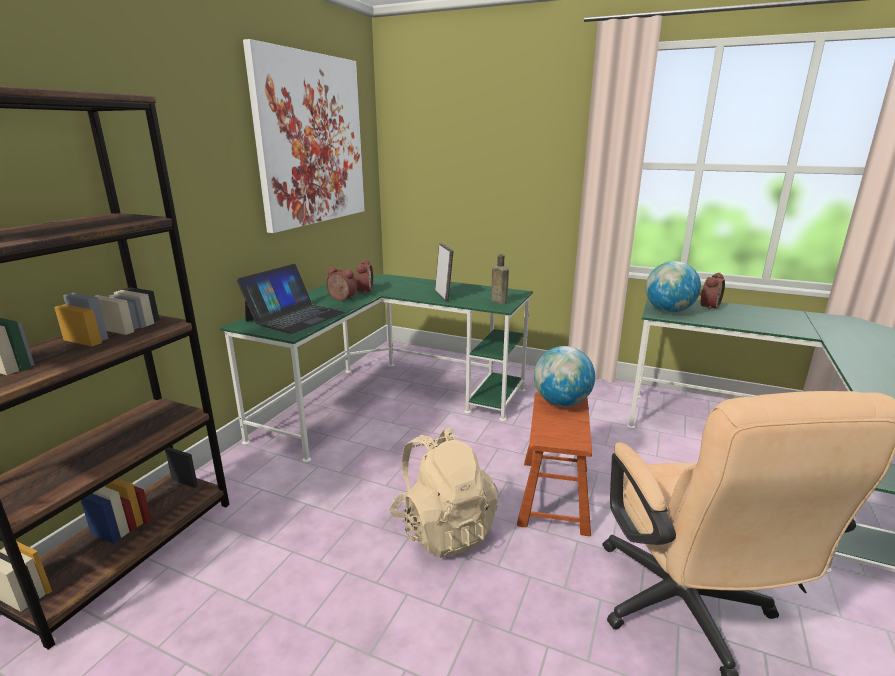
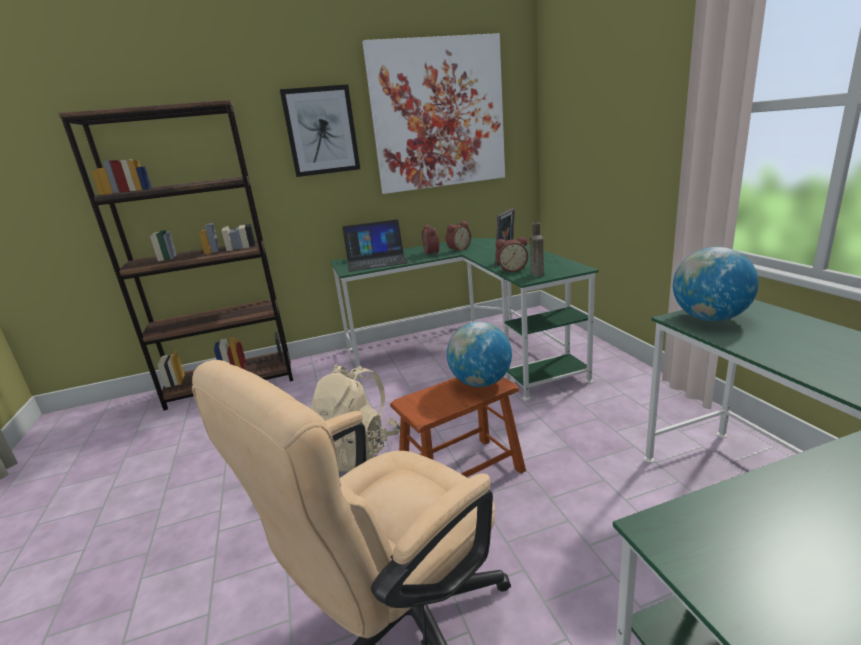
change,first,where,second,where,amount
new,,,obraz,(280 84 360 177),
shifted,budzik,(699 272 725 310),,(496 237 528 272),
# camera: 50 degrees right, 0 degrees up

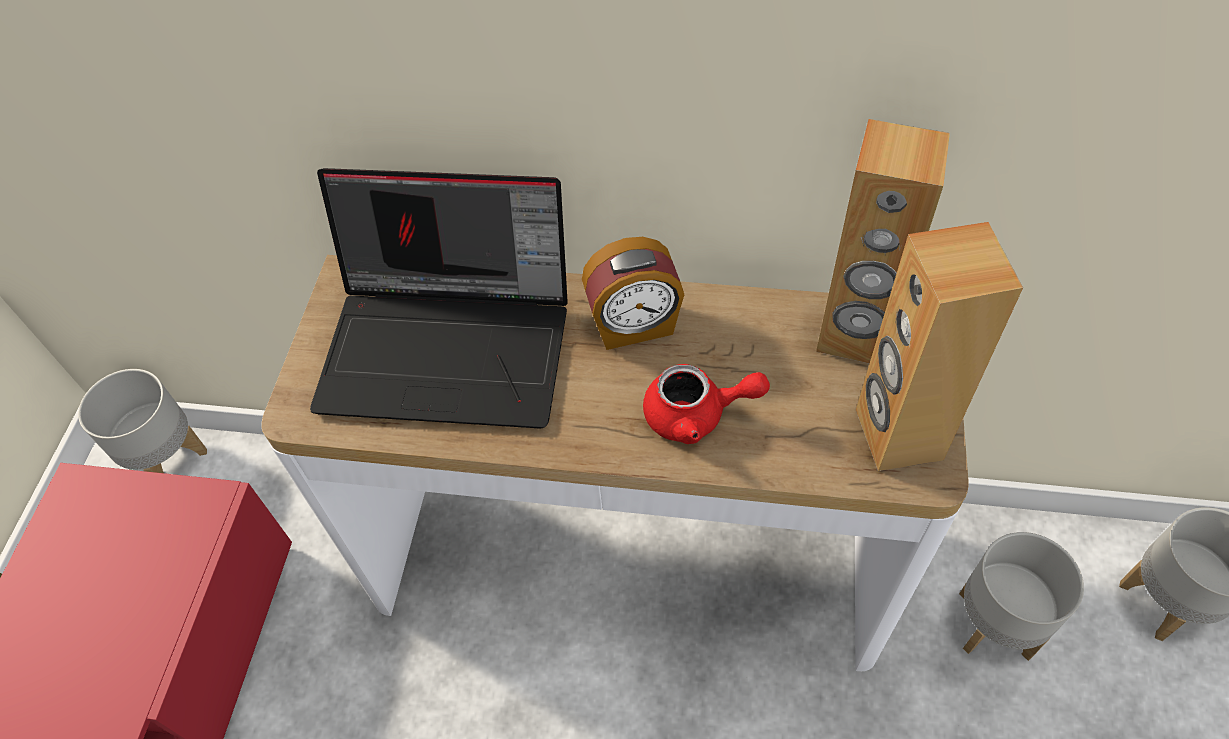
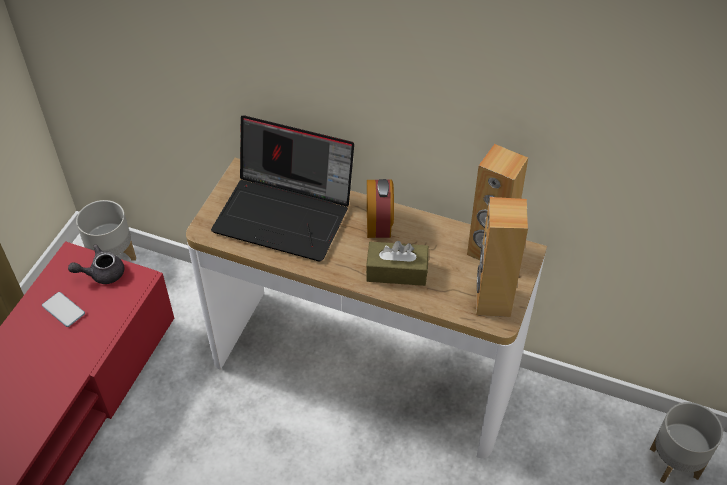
change,first,where,second,where,amount
new,,,telefon,(42 292 85 327),
new,,,imbryk (szary),(68 244 124 284),
swapped,imbryk (czerwony),(643 364 770 444),pudełko chusteczek (brązowy),(366 241 429 286),
rotated,budzik,(582 237 684 350),,(367 179 394 238),90 degrees counterclockwise
gone,donica (szary),(959 532 1084 661),,,
# camera: 10 degrees right, 5 degrees down

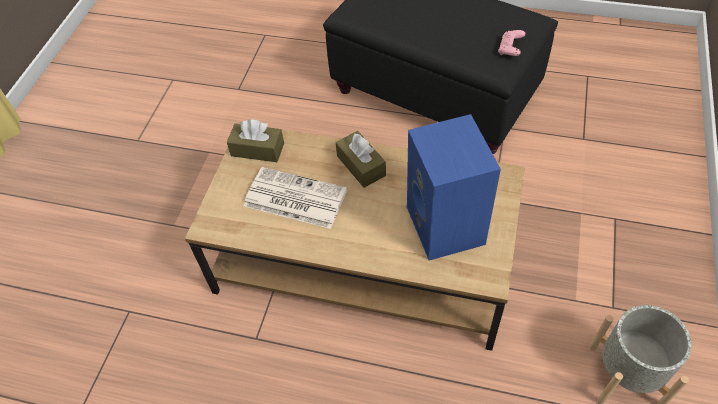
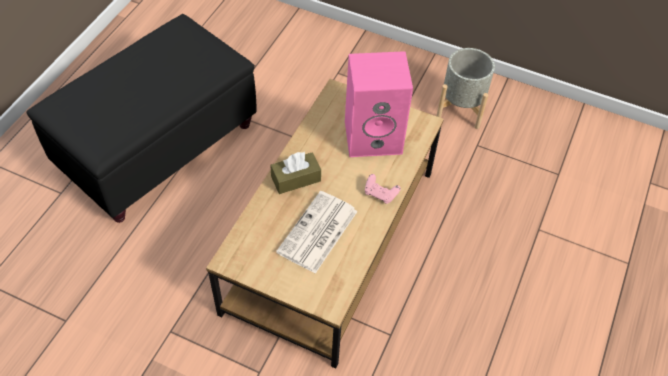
change,first,where,second,where,amount
repainted,głośnik (niebieski),(407 114 501 261),głośnik (różowy),(345 51 413 157),
shifted,pad do gier (różowy),(498 30 525 56),,(365 174 401 204),
gone,pudełko chusteczek (brązowy),(227 119 284 162),,,
# camera: 85 degrees left, 0 degrees up

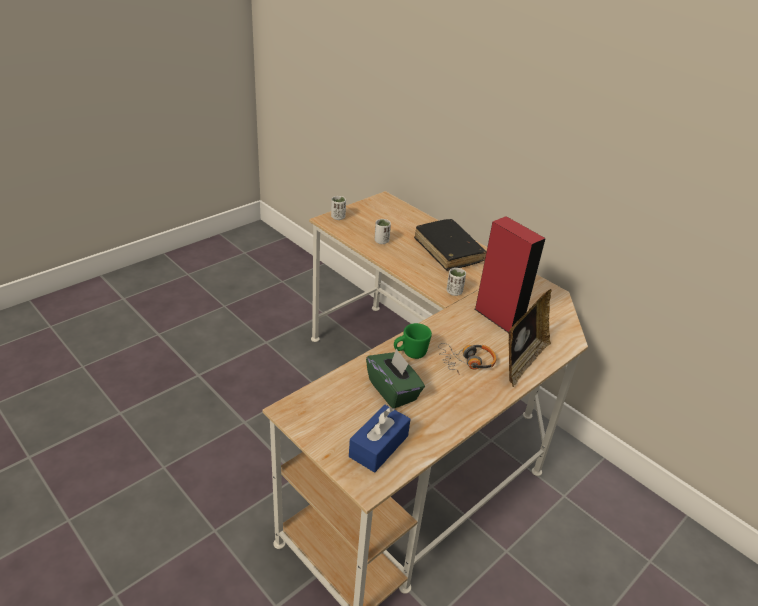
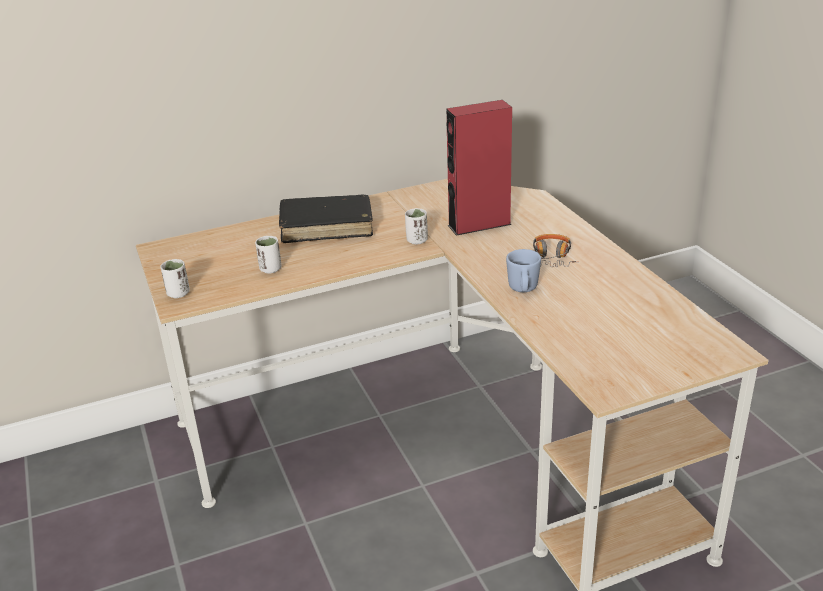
change,first,where,second,where,amount
repainted,kubek (zielony),(394 323 432 359),kubek (niebieski),(506 249 541 292),
gone,pudełko chusteczek (niebieski),(349 405 410 473),,,
gone,pudełko chusteczek (zielony),(366 349 425 409),,,
gone,ramka na zdjęcie,(508 289 551 387),,,
# camera: 65 degrees left, 5 degrees down

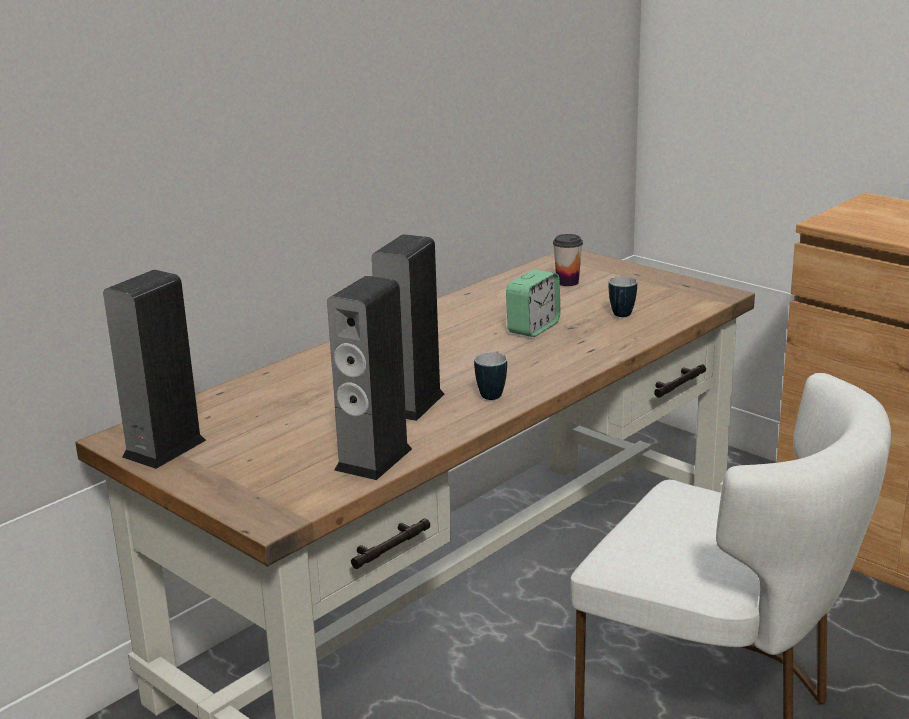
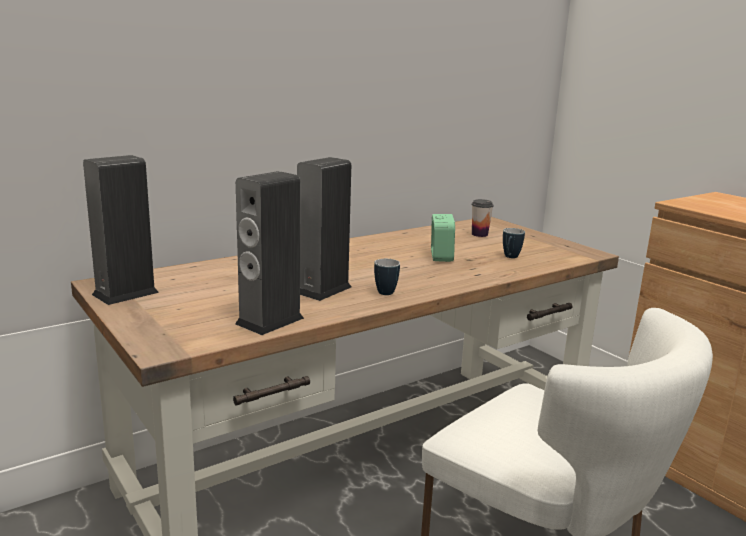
change,first,where,second,where,amount
rotated,budzik,(506 270 561 337),,(431 214 455 262),45 degrees counterclockwise
# camera: 10 degrees right, 5 degrees down

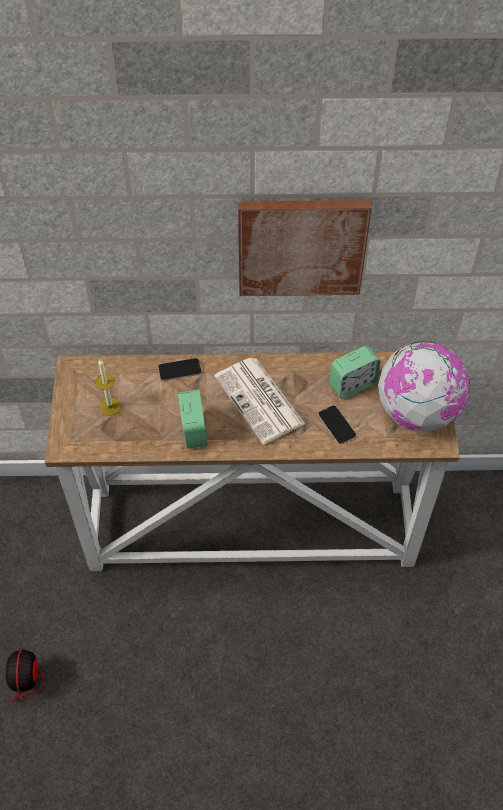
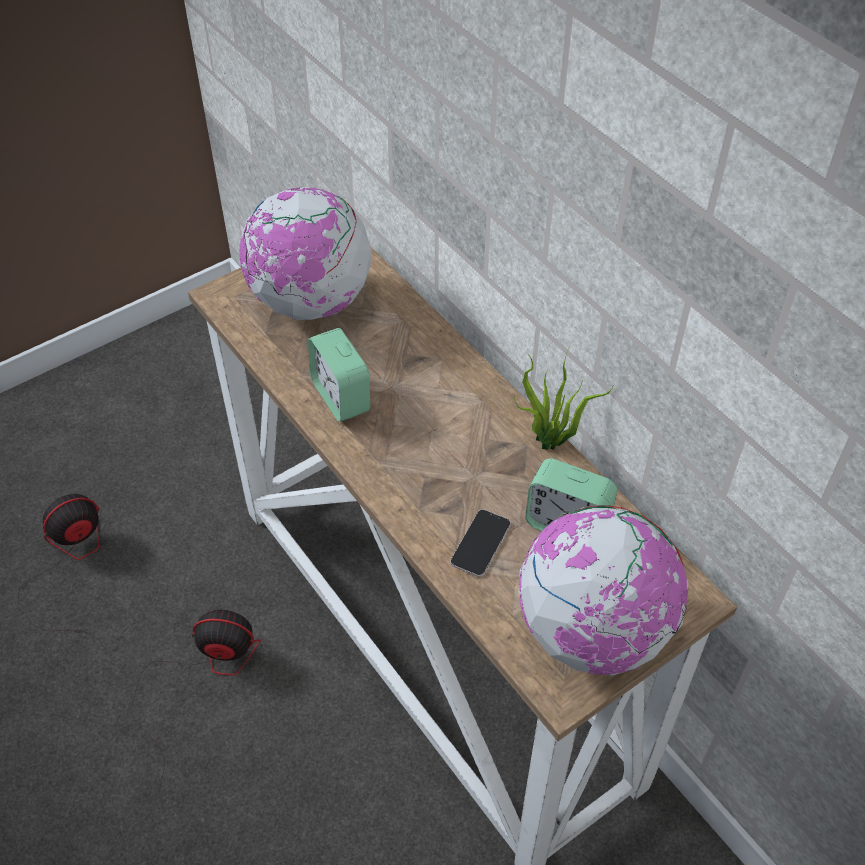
change,first,where,second,where,amount
new,,,wentylator,(130 610 261 784),
swapped,świeca,(96 359 121 416),globus,(239 187 371 320),
rotated,budzik,(178 389 208 449),,(308 328 370 422),105 degrees clockwise
new,,,roślina doniczkowa,(514 346 613 450),
gone,telefon,(158 358 202 381),,,
gone,gazeta,(214 357 305 444),,,
gone,obraz,(238 200 372 296),,,
# camera: 55 degrees right, 5 degrees down

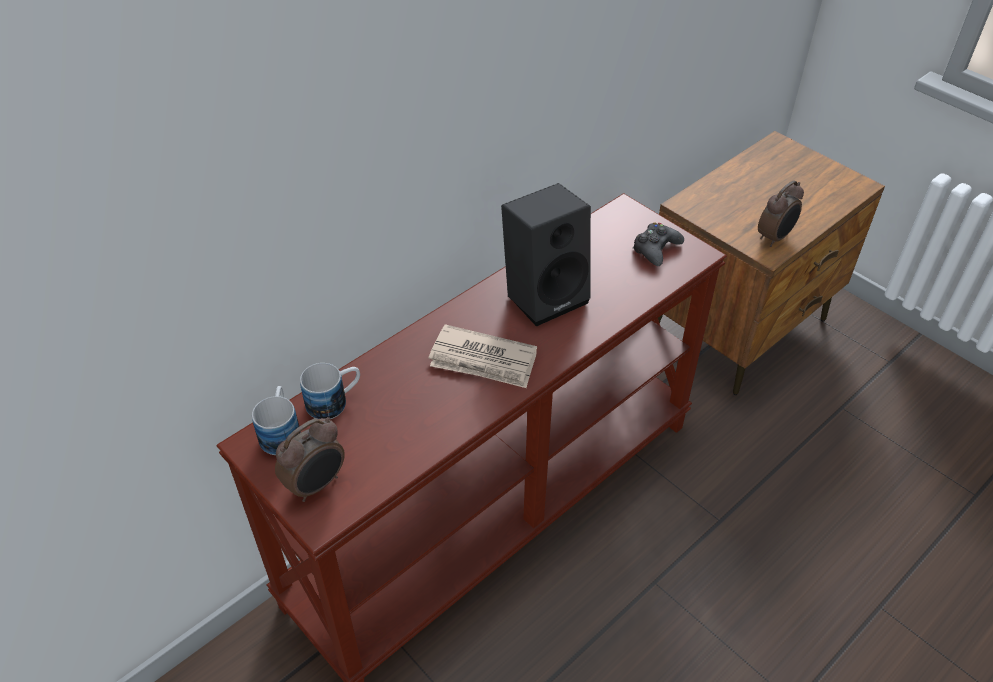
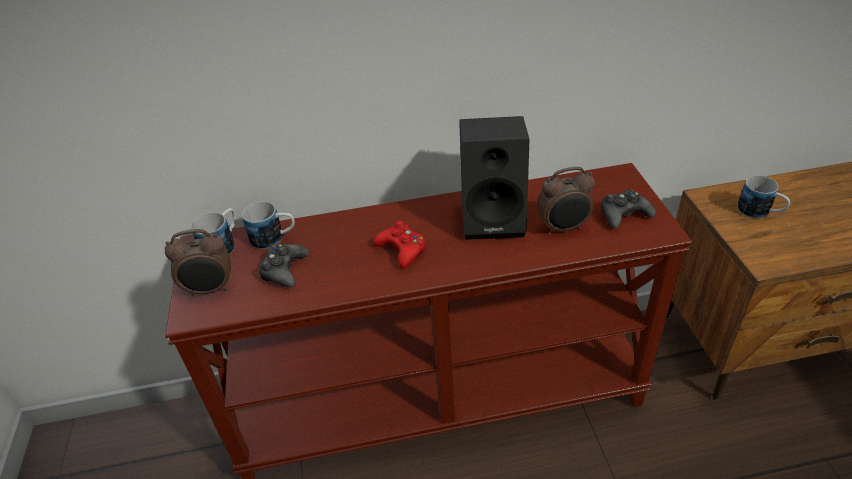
change,first,where,second,where,amount
new,,,pad do gier (czarny),(259 244 309 287),
swapped,gazeta,(429 324 537 388),pad do gier (czerwony),(373 221 426 268),
shifted,budzik,(758 180 804 247),,(537 167 595 235),
new,,,kubek,(738 175 790 218),
# camera: 35 degrees right, 5 degrees down

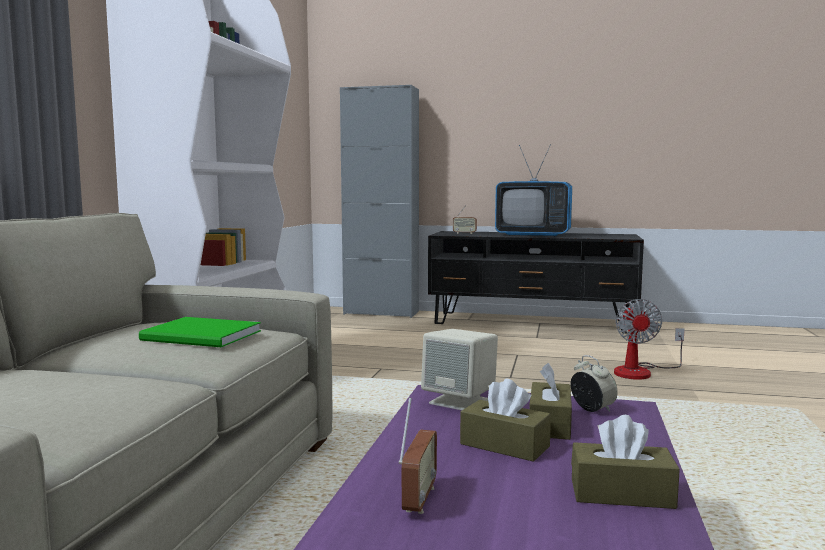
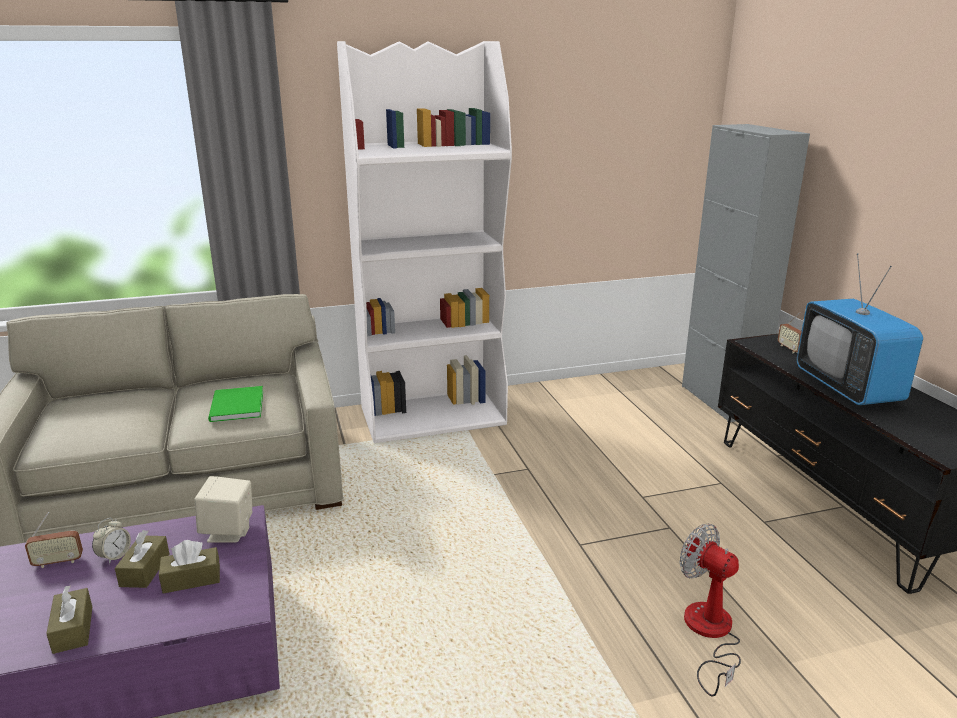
change,first,where,second,where,amount
shifted,budzik,(571 355 618 412),,(92 518 131 564),
rotated,wentylator,(614 299 685 380),,(680 524 741 697),75 degrees clockwise
# camera: 60 degrees right, 15 degrees up

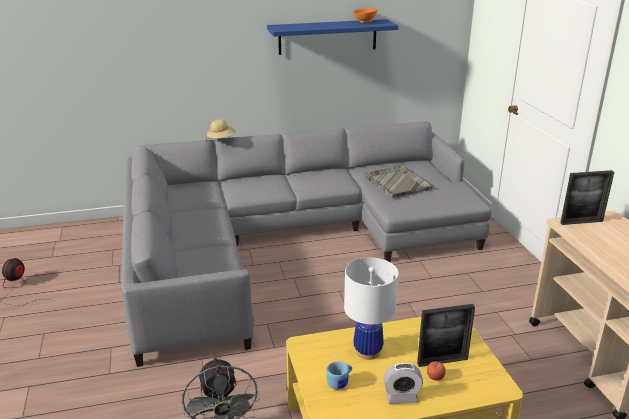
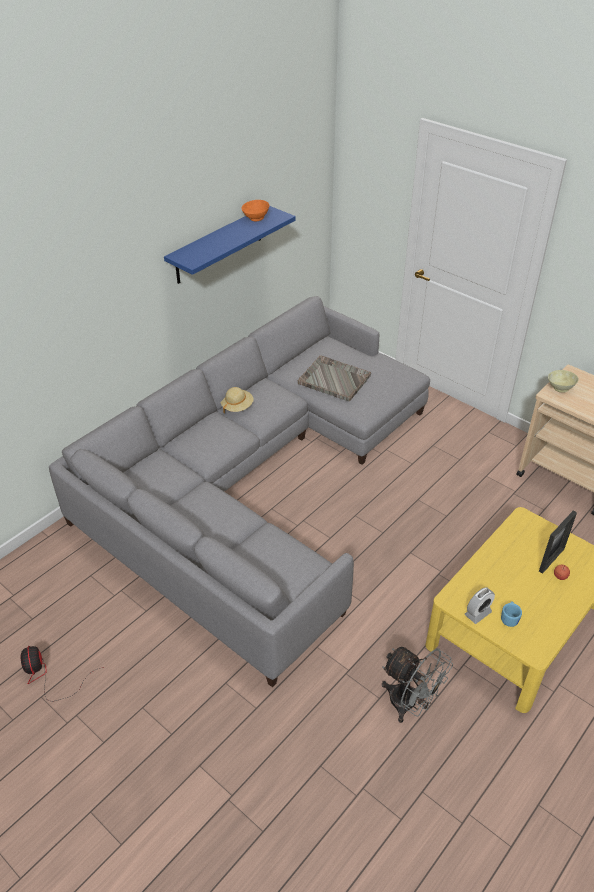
change,first,where,second,where,amount
shifted,kapelusz (beżowy),(206 119 236 140),,(220 387 254 413),
shifted,budzik,(384 363 423 404),,(465 588 495 624),
swapped,ramka na zdjęcie,(560 170 614 225),miska (beżowy),(548 370 579 393),
gone,lampa stołowa (biały),(344 257 399 360),,,
# camera: 35 degrees left, 15 degrees up

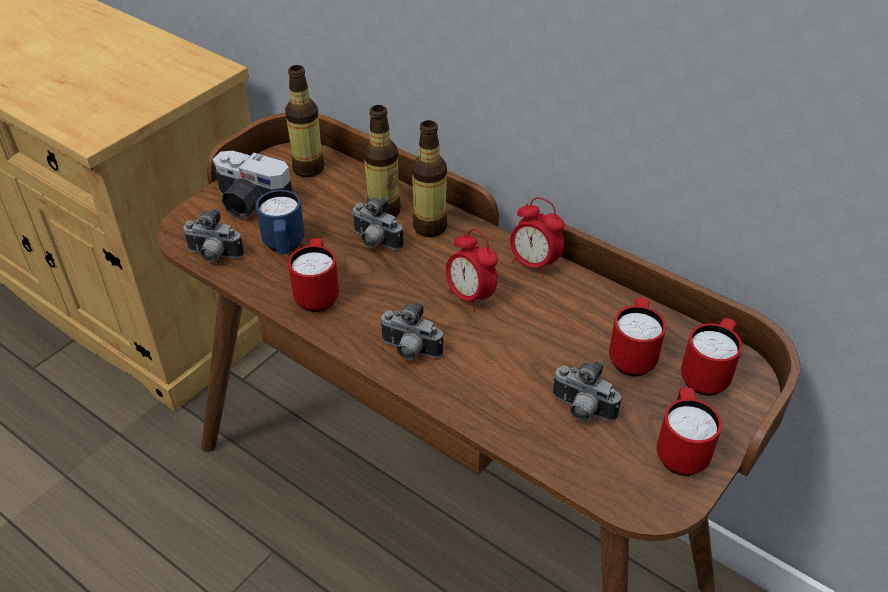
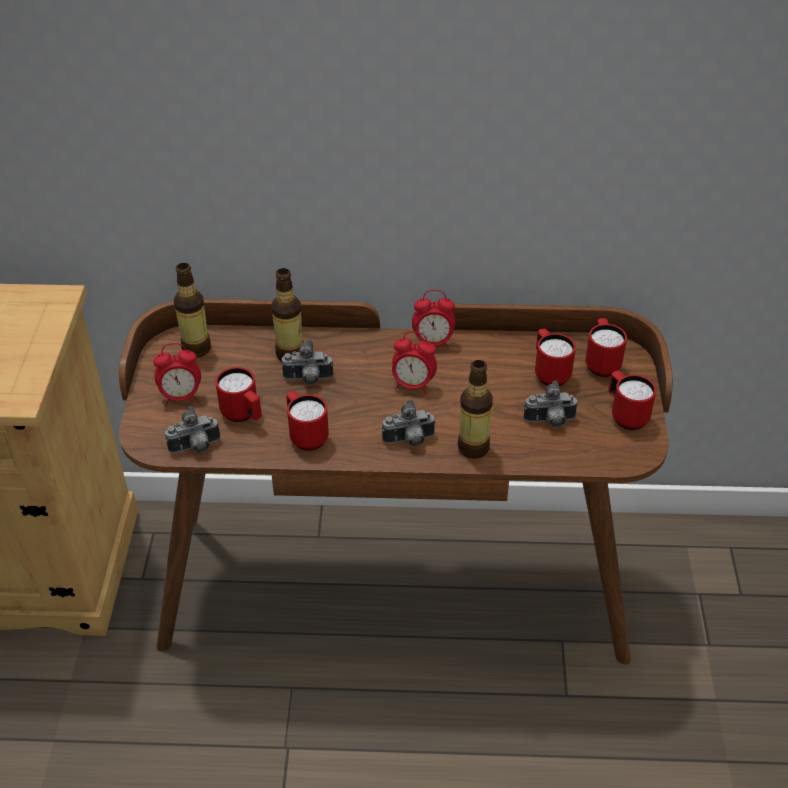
change,first,where,second,where,amount
swapped,aparat fotograficzny,(213 151 293 218),budzik,(153 343 201 406),
repainted,kubek (niebieski),(256 190 305 255),kubek (czerwony),(215 367 262 422),
shifted,butelka,(412 120 447 237),,(458 360 493 459),
# camera: 35 degrees left, 0 degrees up

